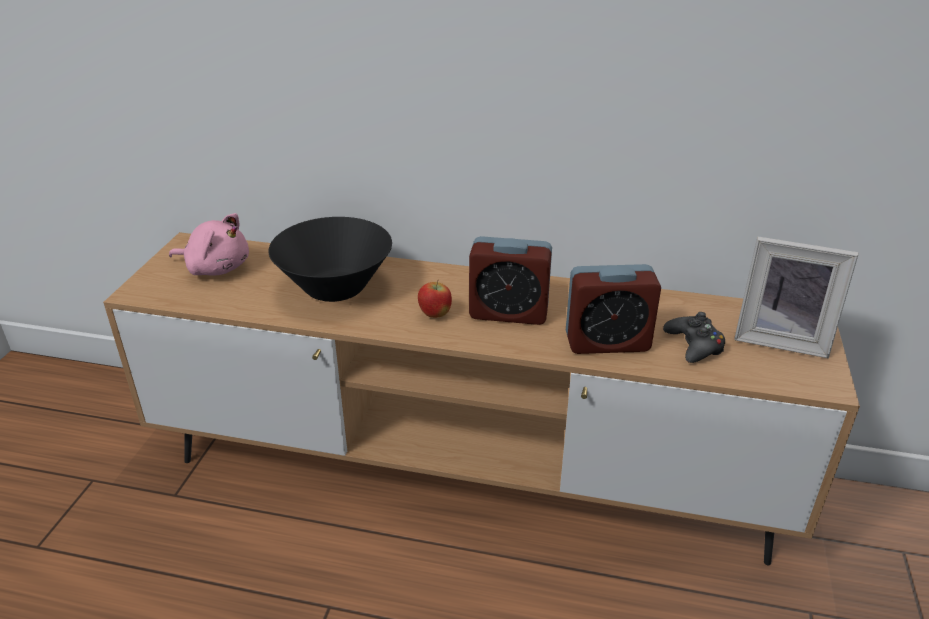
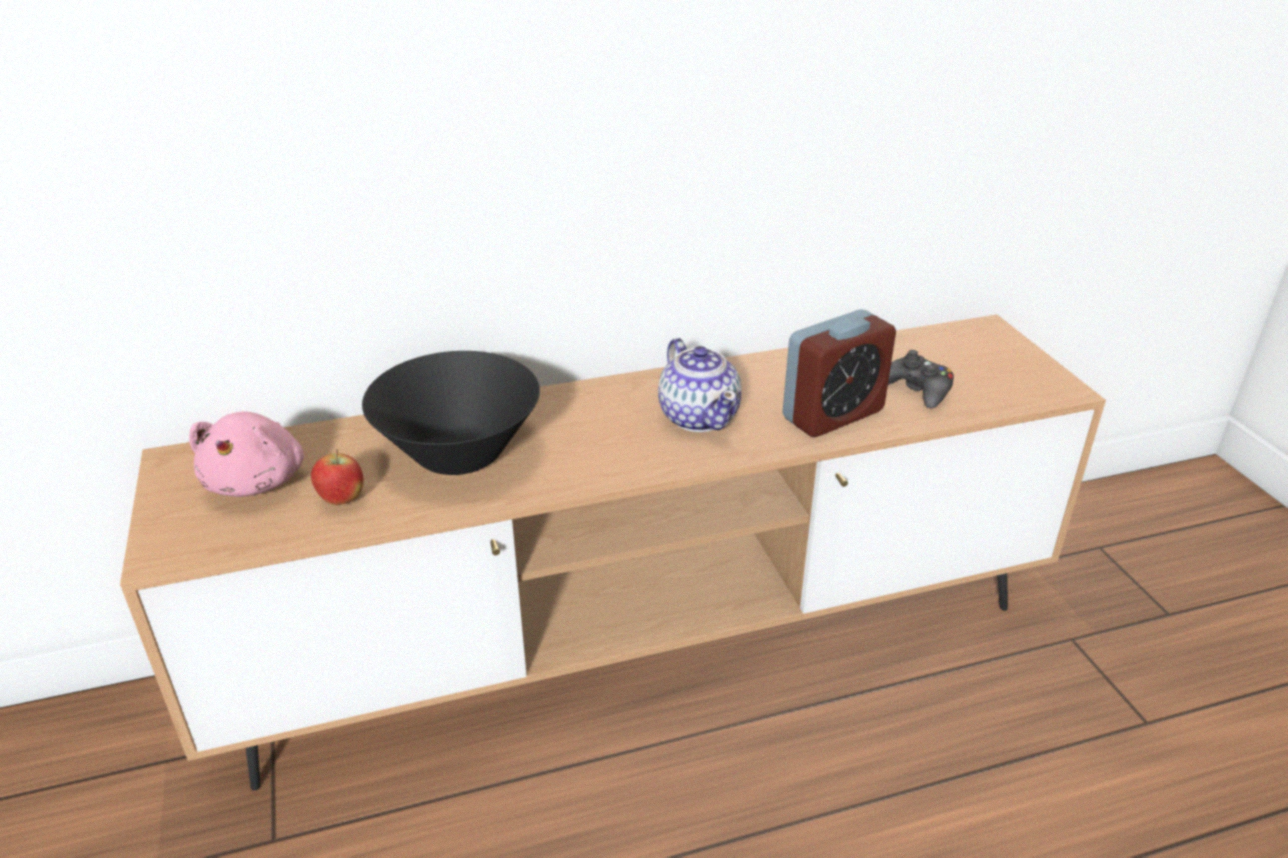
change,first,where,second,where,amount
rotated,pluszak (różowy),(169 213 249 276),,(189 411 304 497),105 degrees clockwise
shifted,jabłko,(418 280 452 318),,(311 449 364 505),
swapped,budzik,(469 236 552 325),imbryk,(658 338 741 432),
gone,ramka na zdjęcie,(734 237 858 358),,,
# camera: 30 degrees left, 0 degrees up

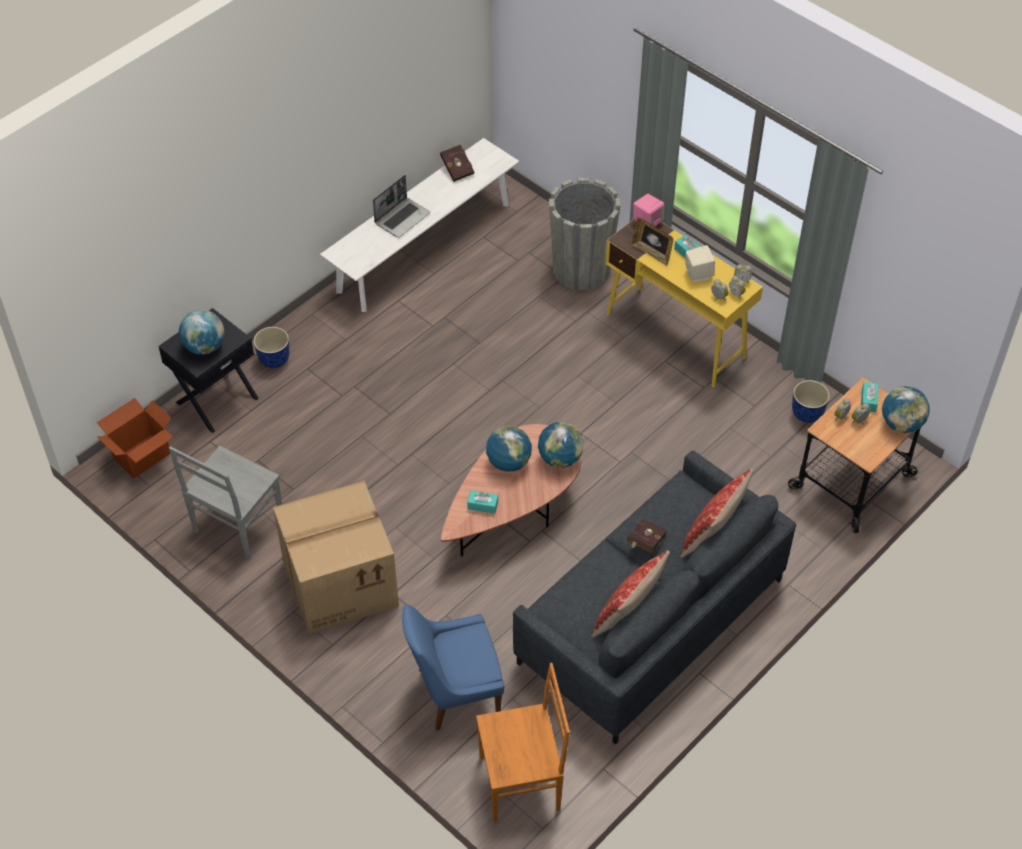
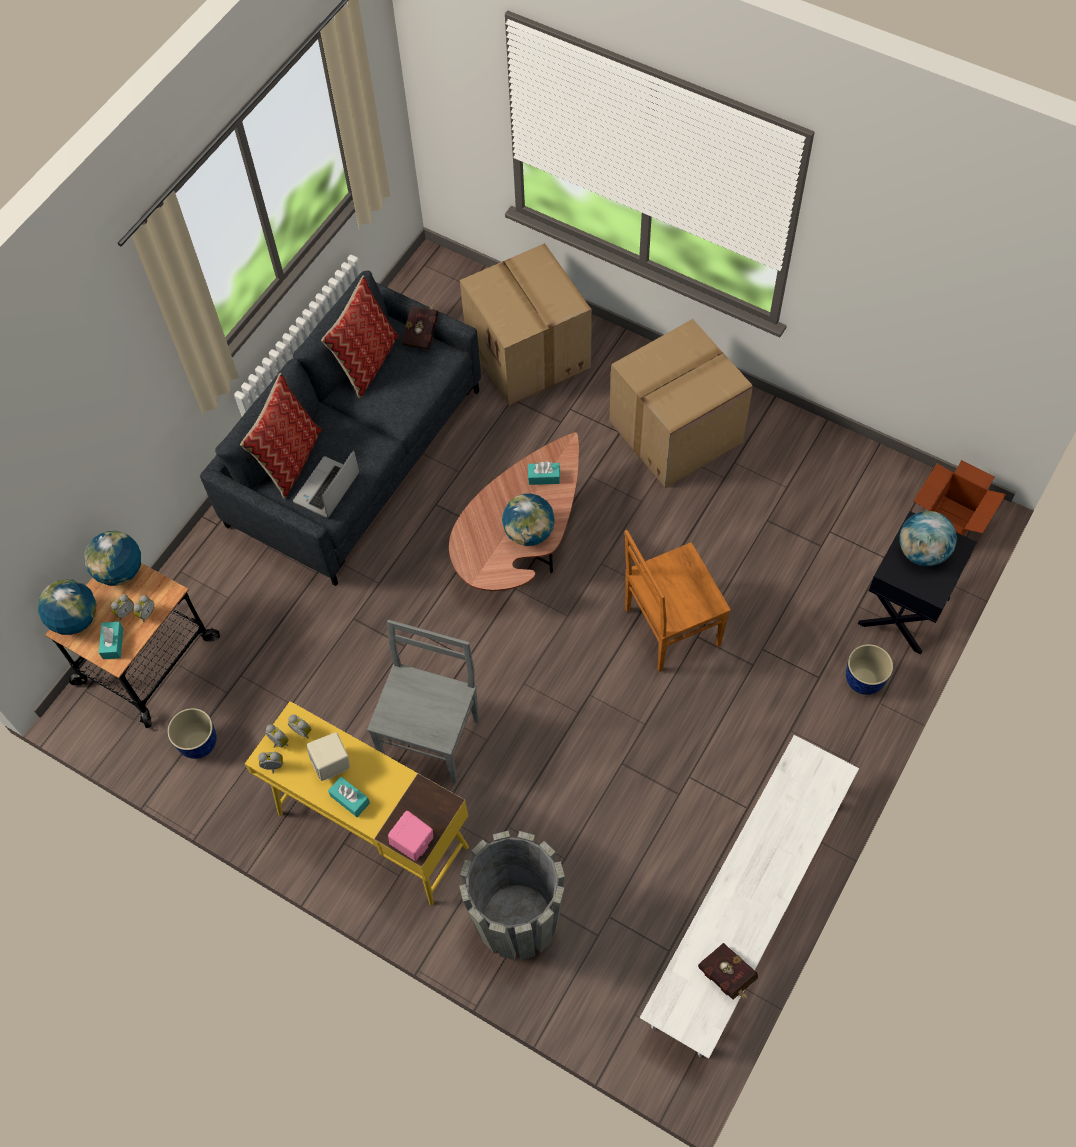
change,first,where,second,where,amount
shifted,globus,(538 422 584 468),,(85 531 141 586),
shifted,laptop,(373 175 430 238),,(293 450 360 518),
shifted,krzesło (szary),(169 446 282 560),,(367 620 479 783),
shifted,książka (czerwony),(627 518 667 553),,(401 304 439 350),
swapped,krzesło (niebieski),(402 604 504 731),karton,(459 243 592 406),
shifted,krzesło (brązowy),(476 663 570 823),,(625 530 731 672),
gone,ramka na zdjęcie,(632 218 673 266),,,
# camera: 170 degrees right, 10 degrees up

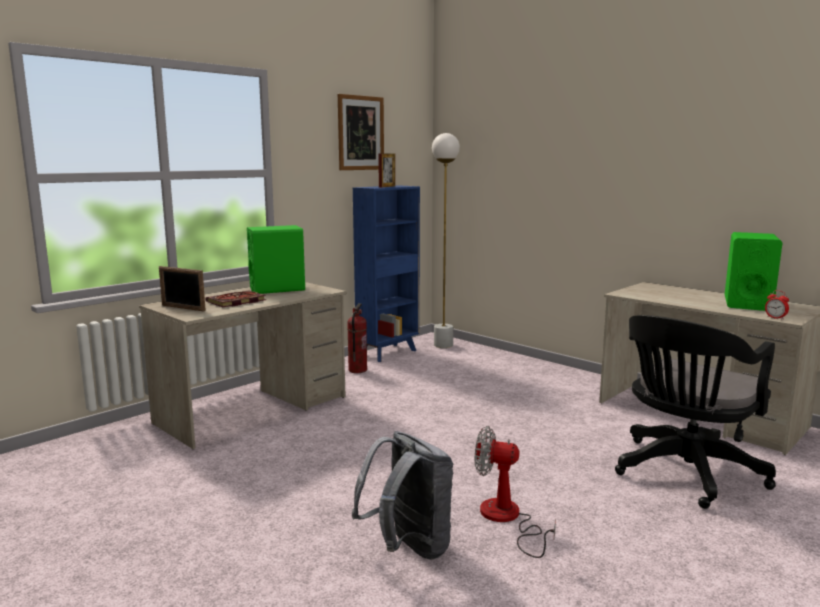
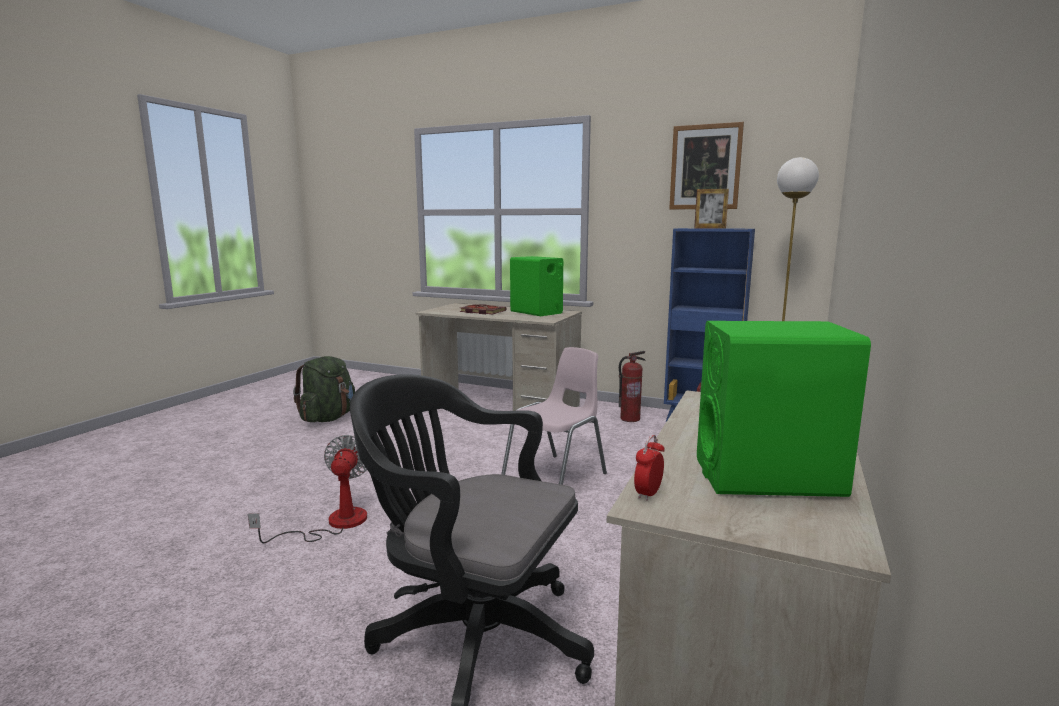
change,first,where,second,where,amount
new,,,plecak (zielony),(293 356 355 422),
new,,,krzesło (różowy),(501 347 607 485),
gone,ramka na zdjęcie,(159 266 206 311),,,
gone,plecak (szary),(352 431 453 560),,,
# camera: 70 degrees right, 0 degrees up

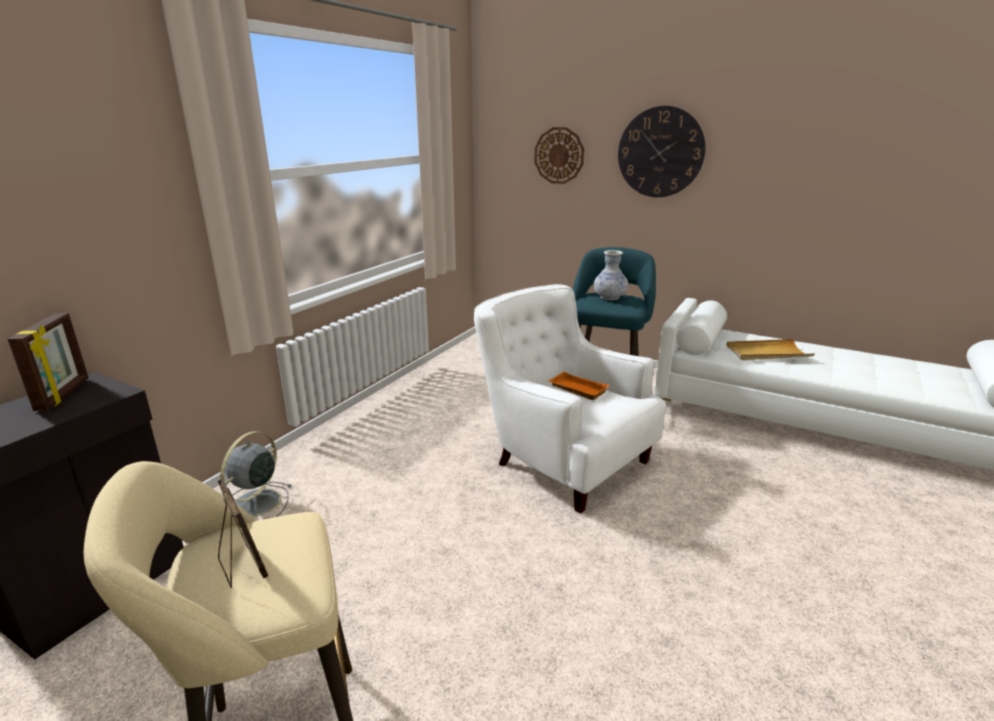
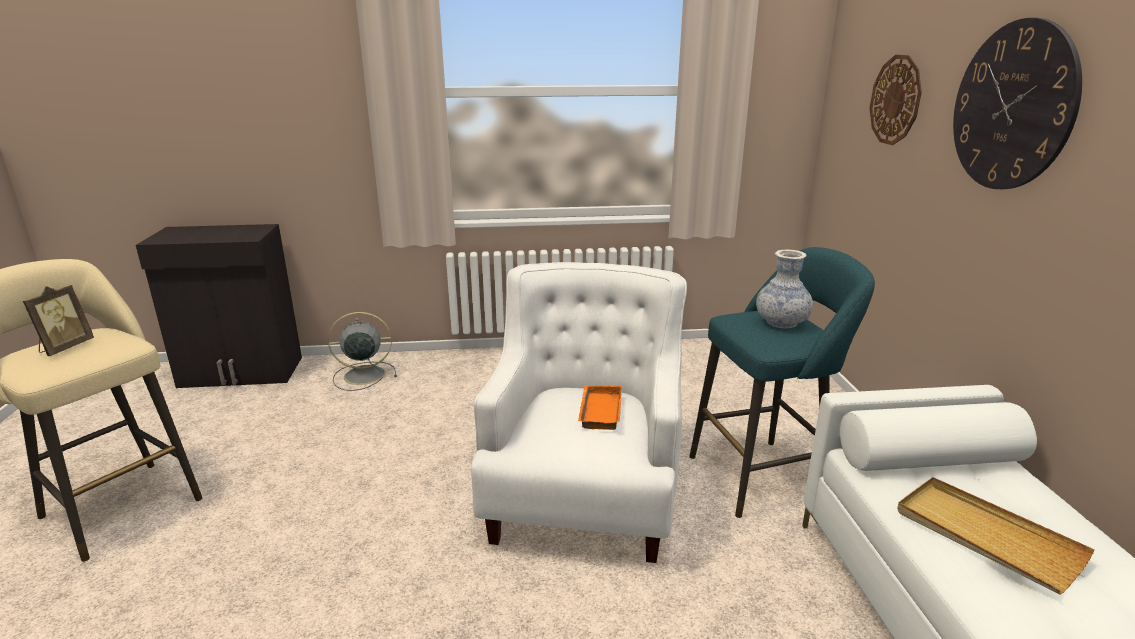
change,first,where,second,where,amount
gone,ramka na zdjęcie,(8 313 89 411),,,
# camera: 55 degrees right, 0 degrees up

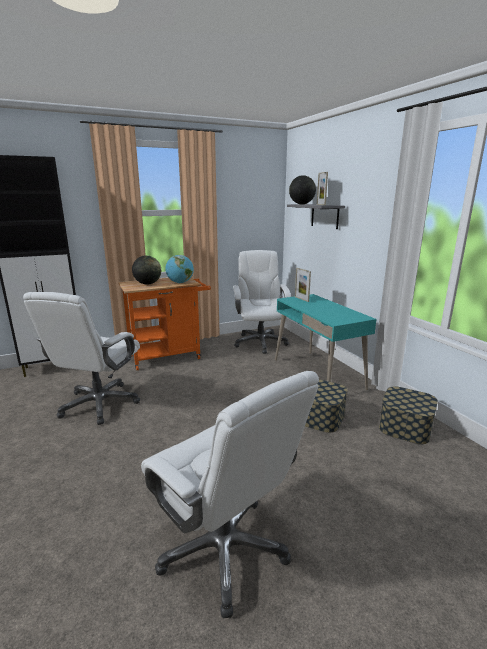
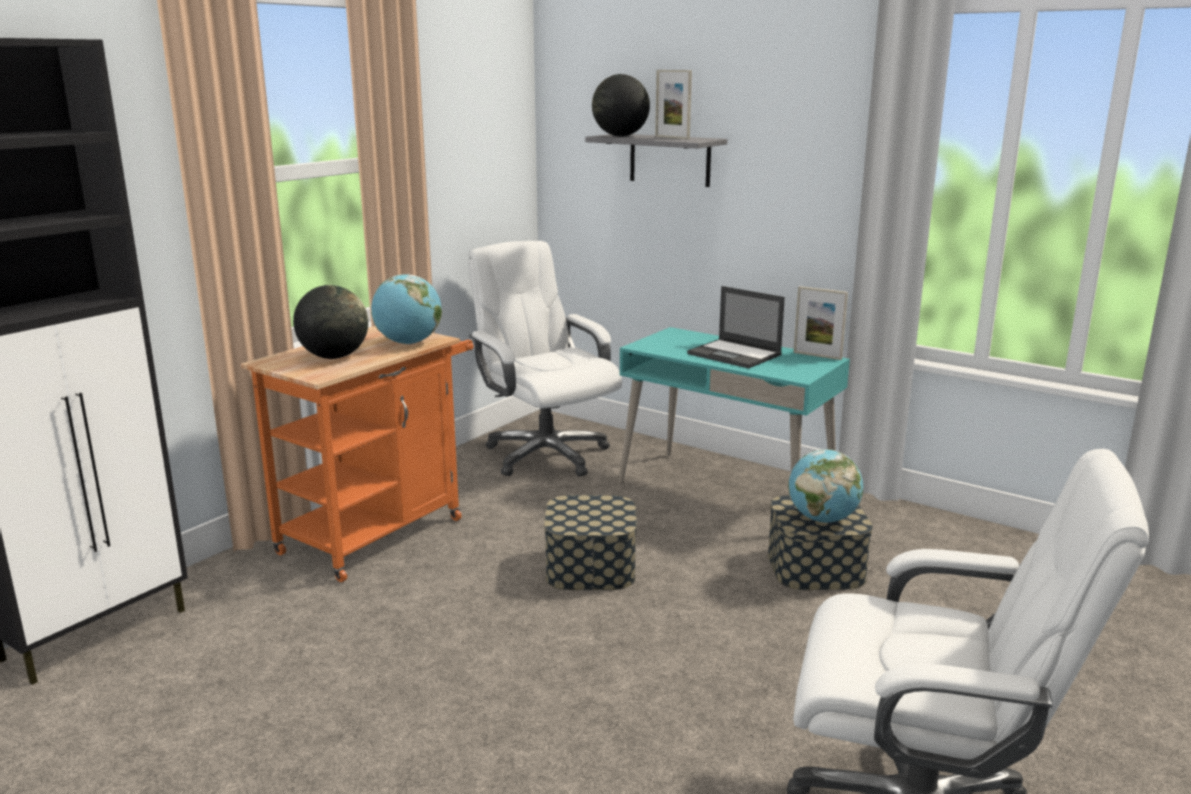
change,first,where,second,where,amount
shifted,pojemnik do przechowywania,(379 386 438 444),,(544 495 637 590),
new,,,laptop,(687 286 785 368),
new,,,globus,(788 449 863 523),
shifted,ramka na zdjęcie,(295 268 311 302),,(794 286 848 360),
gone,krzesło biurowe (biały),(23 292 140 425),,,
# camera: 30 degrees left, 0 degrees up

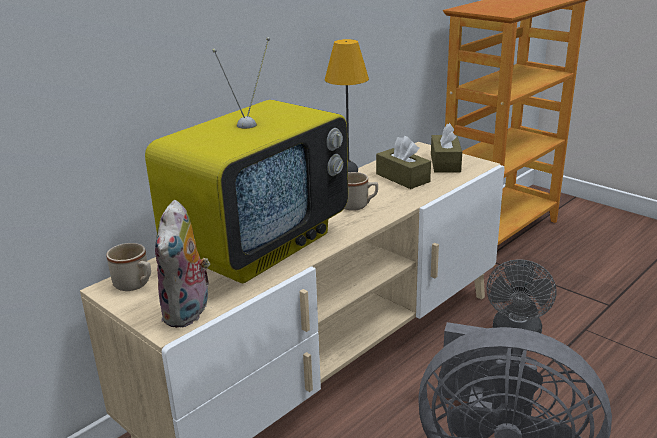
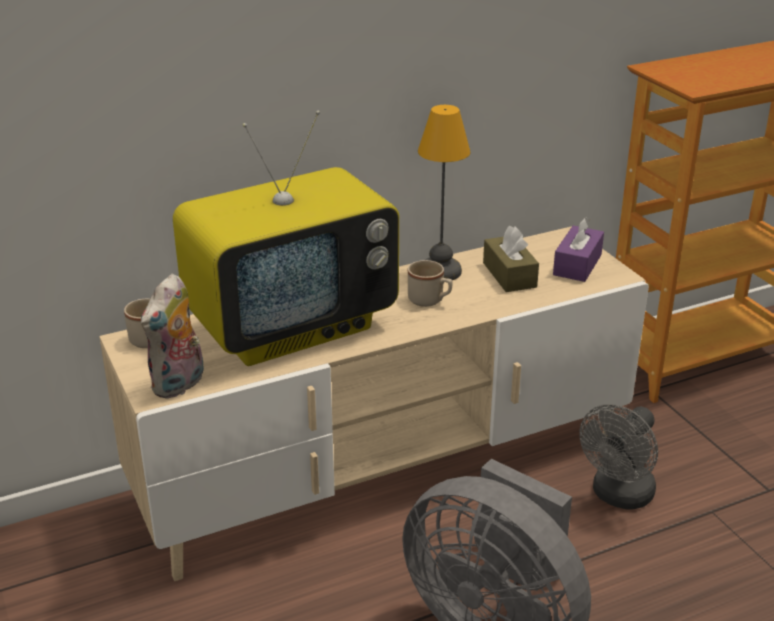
change,first,where,second,where,amount
repainted,pudełko chusteczek (brązowy),(431 123 462 172),pudełko chusteczek (fioletowy),(553 217 604 282),
# camera: 20 degrees right, 5 degrees up

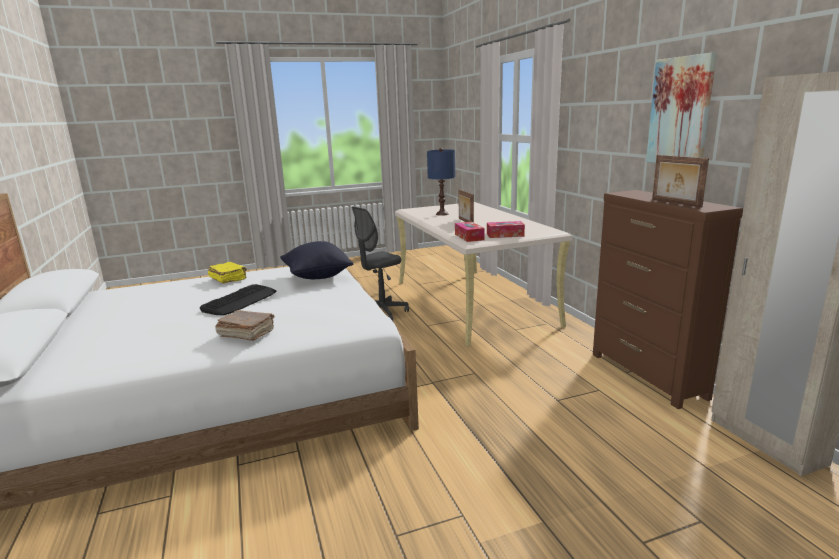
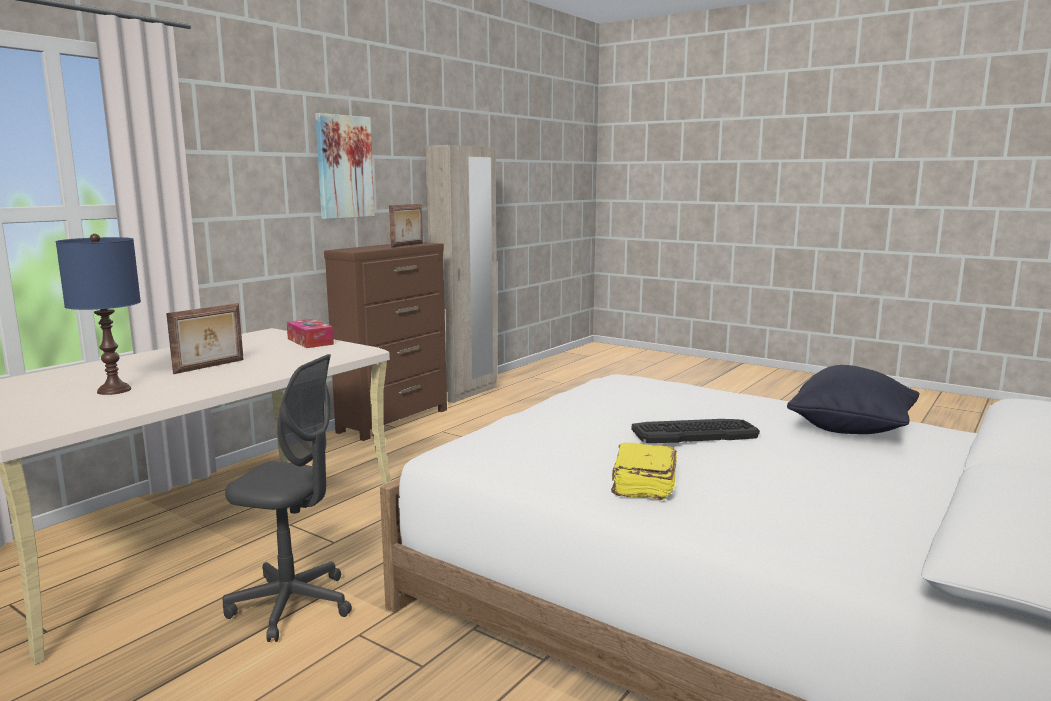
change,first,where,second,where,amount
shifted,poduszka (czarny),(280 241 354 279),,(787 365 920 434),
gone,książka (brązowy),(215 310 275 341),,,
gone,pudełko chusteczek,(455 222 485 242),,,
# camera: 125 degrees left, 5 degrees down

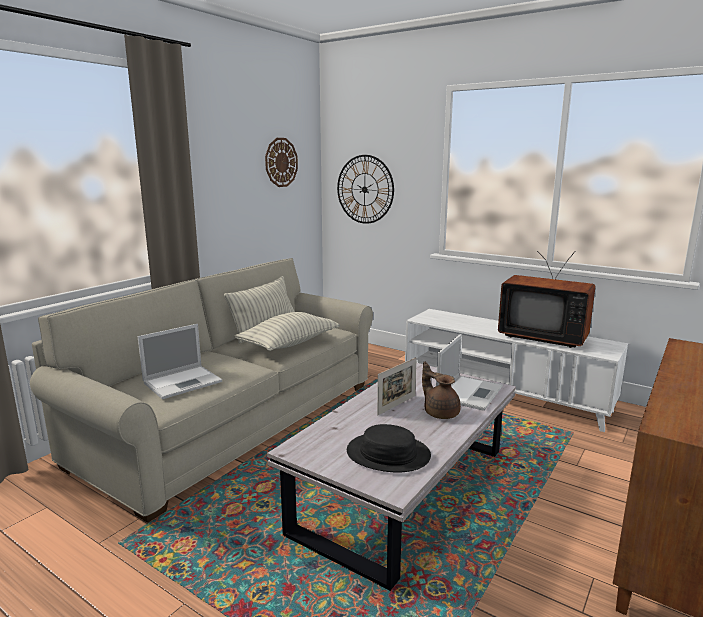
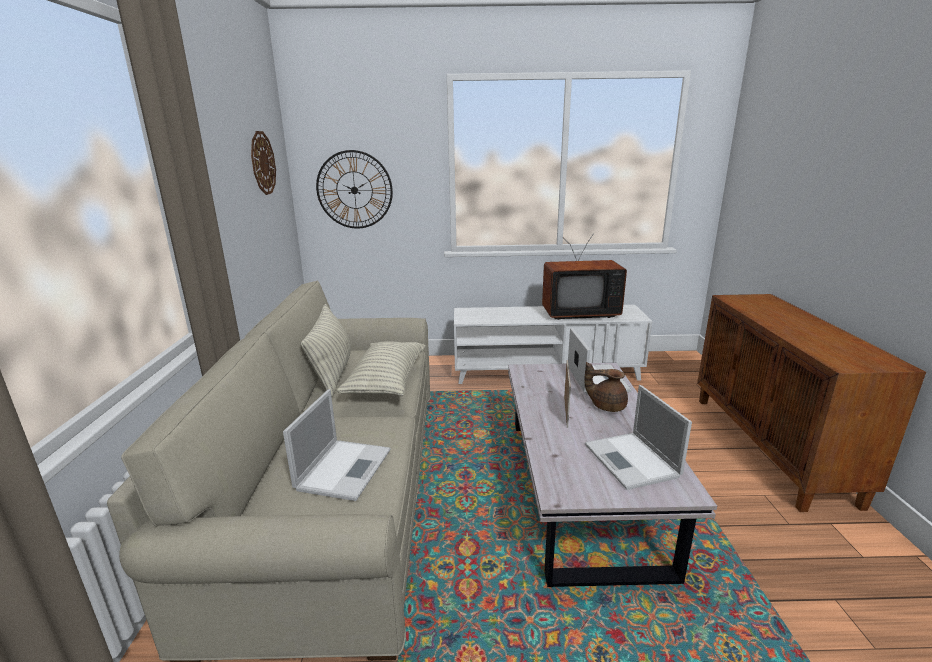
change,first,where,second,where,amount
swapped,kapelusz (czarny),(347 424 431 472),laptop,(585 385 692 490),
# camera: 35 degrees left, 5 degrees up

